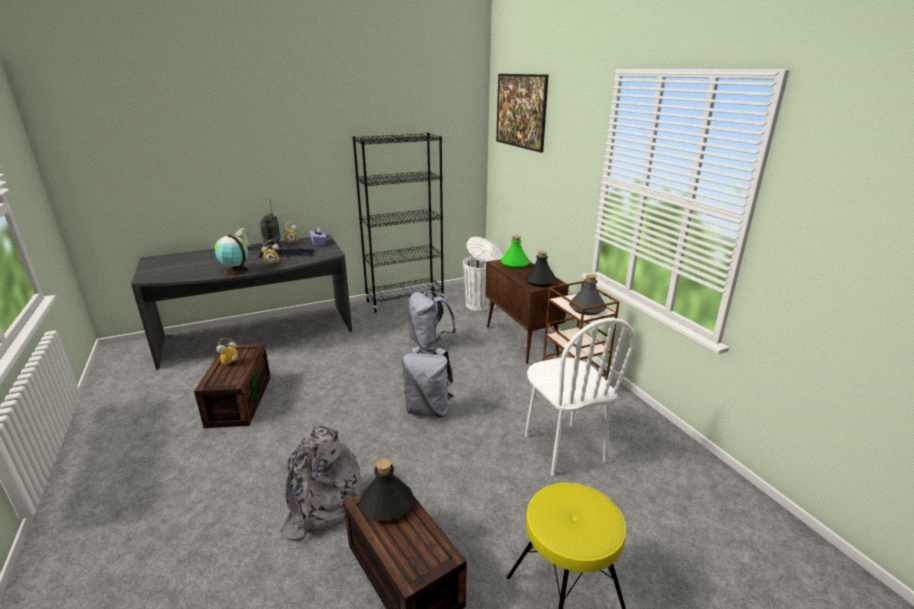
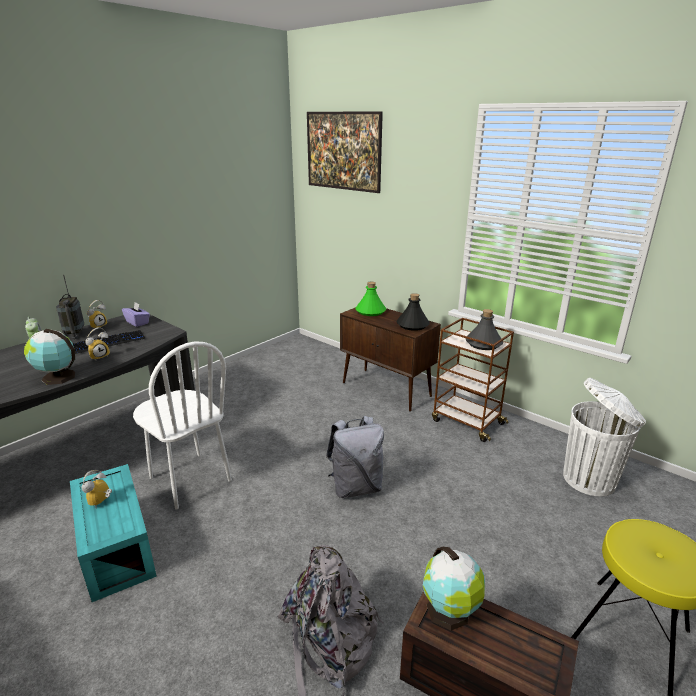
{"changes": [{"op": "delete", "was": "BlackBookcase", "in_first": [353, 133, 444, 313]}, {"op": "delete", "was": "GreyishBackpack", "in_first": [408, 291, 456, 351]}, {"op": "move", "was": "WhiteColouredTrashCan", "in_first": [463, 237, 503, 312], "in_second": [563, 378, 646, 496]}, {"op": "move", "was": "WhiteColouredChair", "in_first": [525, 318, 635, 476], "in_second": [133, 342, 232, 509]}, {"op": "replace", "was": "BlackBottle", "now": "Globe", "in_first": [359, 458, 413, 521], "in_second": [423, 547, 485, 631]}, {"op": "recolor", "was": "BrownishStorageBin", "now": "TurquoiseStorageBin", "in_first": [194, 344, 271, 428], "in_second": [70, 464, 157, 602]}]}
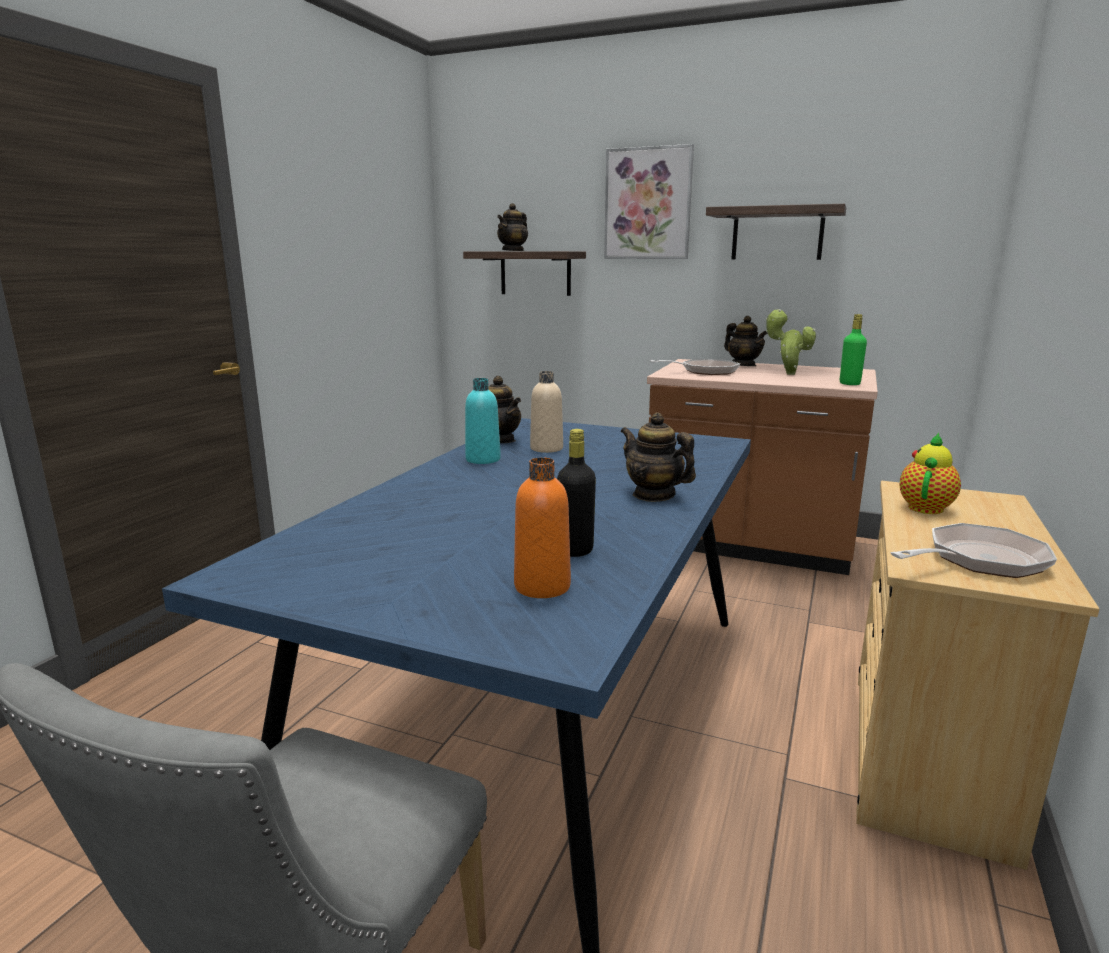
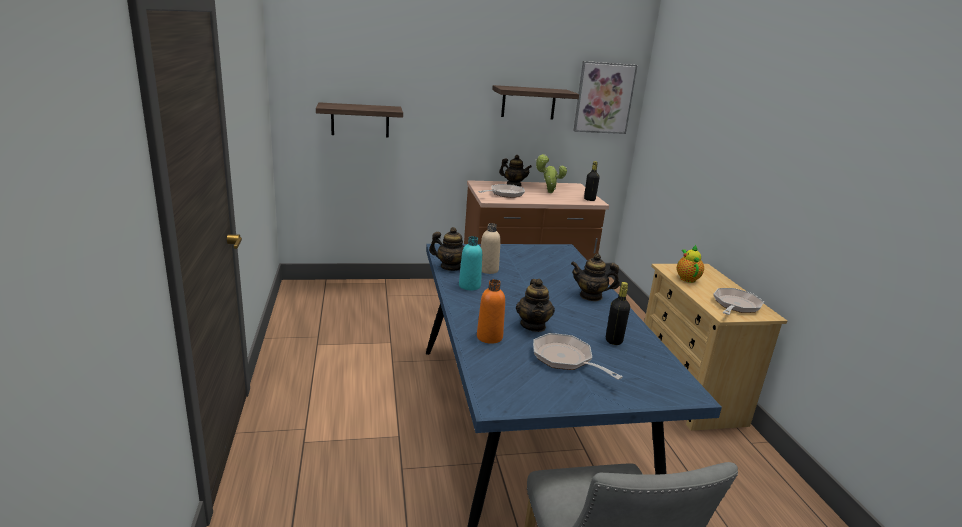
{"changes": [{"op": "insert", "now": "FryingPan", "in_second": [533, 333, 623, 380]}, {"op": "move", "was": "TeaPot", "in_first": [497, 203, 528, 251], "in_second": [516, 279, 555, 332]}, {"op": "move", "was": "OrangeColouredBottle", "in_first": [514, 457, 571, 598], "in_second": [477, 279, 505, 344]}, {"op": "move", "was": "WallArt", "in_first": [604, 144, 694, 259], "in_second": [573, 61, 638, 134]}, {"op": "recolor", "was": "GreenBottle", "now": "BlackBottle", "in_first": [840, 314, 867, 385], "in_second": [584, 161, 600, 201]}]}
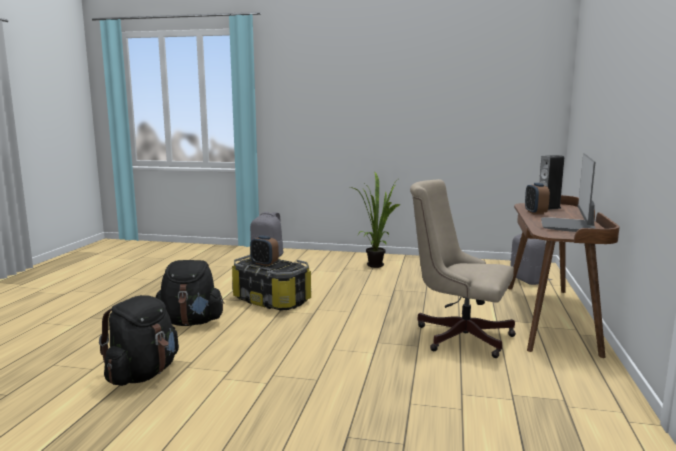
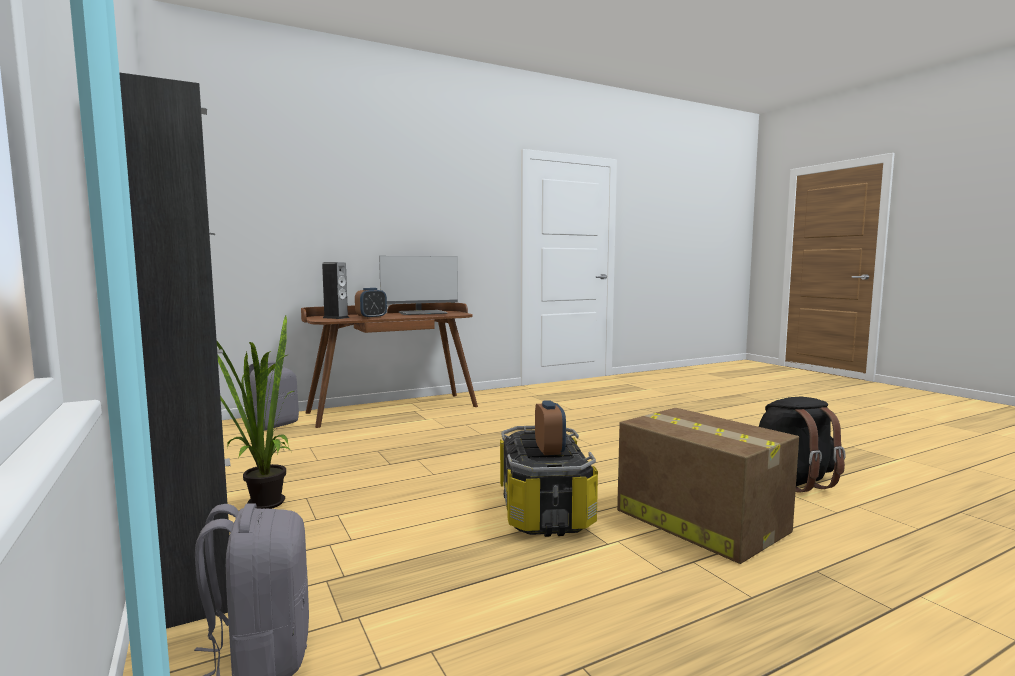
{"changes": [{"op": "delete", "was": "SandColouredComputerChair", "in_first": [410, 179, 516, 358]}, {"op": "insert", "now": "BlackStorageCabinet", "in_second": [119, 72, 231, 629]}, {"op": "replace", "was": "BlackBackpack", "now": "CardboardBox", "in_first": [156, 260, 225, 326], "in_second": [617, 408, 799, 564]}]}
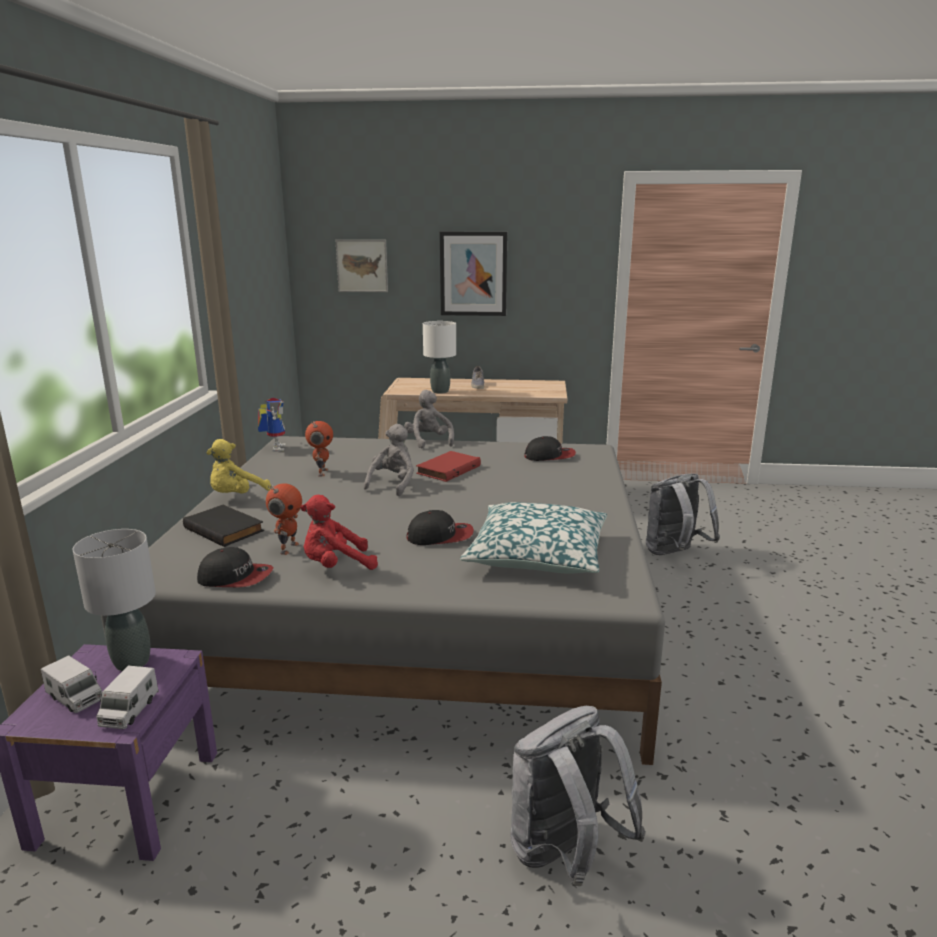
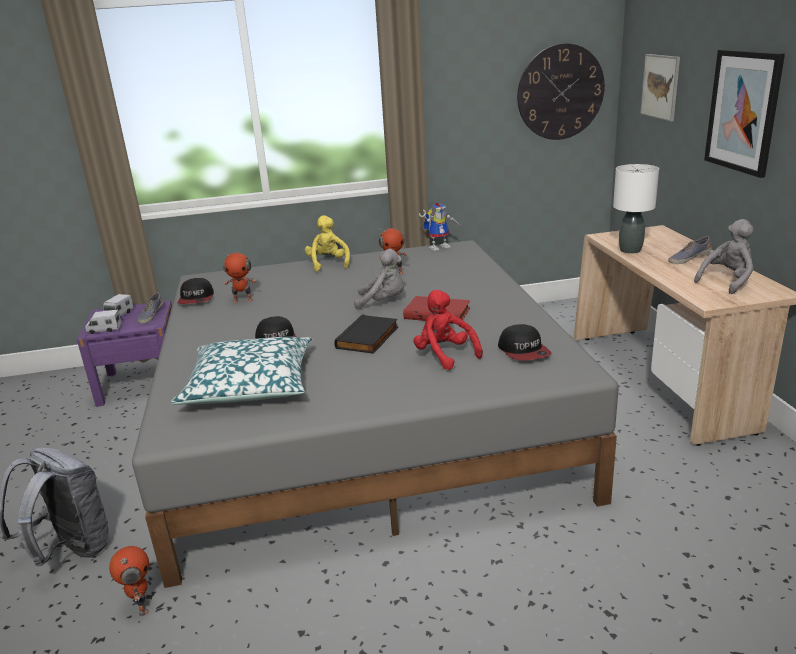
{"changes": [{"op": "delete", "was": "GreyishBackpack", "in_first": [646, 474, 720, 555]}, {"op": "insert", "now": "RobotFigure", "in_second": [109, 546, 149, 616]}, {"op": "insert", "now": "ClockOnTheWall", "in_second": [517, 43, 605, 140]}, {"op": "move", "was": "BlackBook", "in_first": [183, 505, 264, 547], "in_second": [334, 314, 398, 354]}, {"op": "move", "was": "RedColouredPlushToy", "in_first": [300, 495, 378, 570], "in_second": [414, 290, 483, 370]}, {"op": "move", "was": "GreyishPlushToy", "in_first": [404, 390, 454, 449], "in_second": [694, 219, 754, 294]}, {"op": "replace", "was": "GreyishTableLamp", "now": "Shoe", "in_first": [73, 529, 156, 671], "in_second": [138, 292, 164, 324]}, {"op": "rotate", "was": "YellowColouredPlushToy", "in_first": [207, 439, 271, 493], "in_second": [305, 215, 350, 272], "clockwise": 60}]}
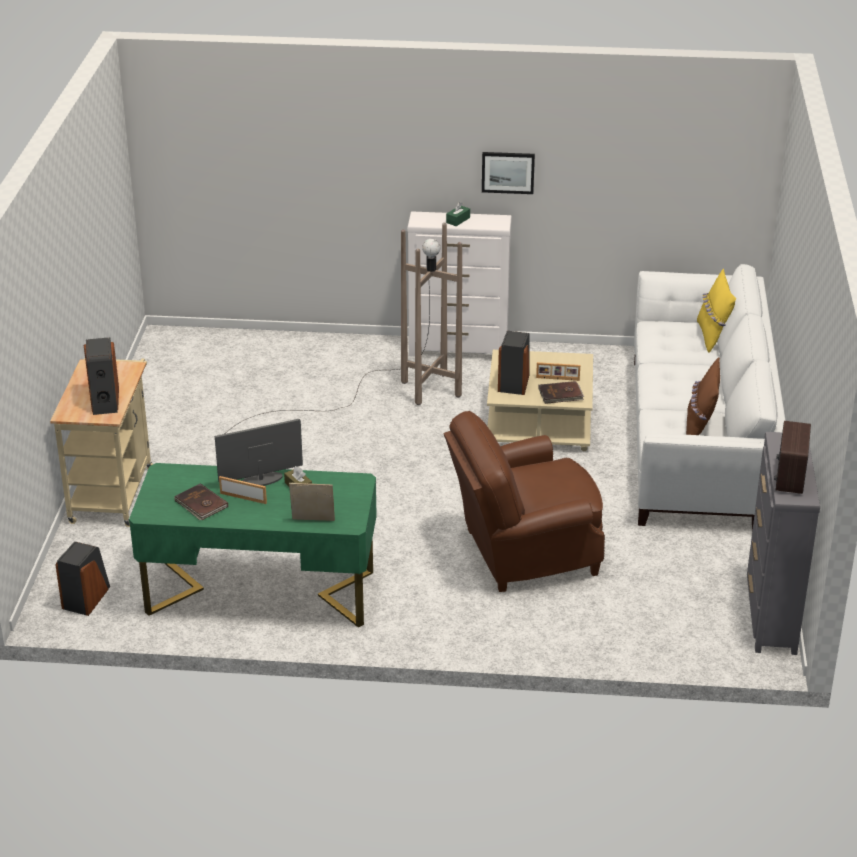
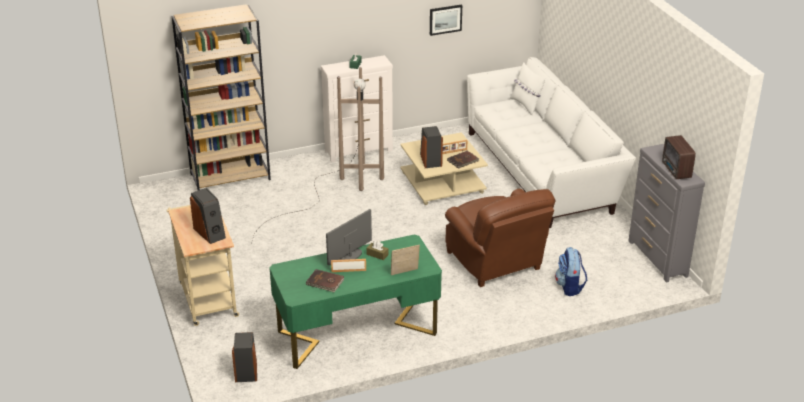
{"changes": [{"op": "delete", "was": "BrownishThrowPillow", "in_first": [686, 357, 720, 435]}, {"op": "insert", "now": "BrownishBookcase", "in_second": [172, 4, 271, 190]}, {"op": "insert", "now": "Backpack", "in_second": [555, 247, 587, 296]}, {"op": "move", "was": "WallArt", "in_first": [482, 152, 535, 194], "in_second": [430, 4, 462, 36]}, {"op": "recolor", "was": "YellowColouredThrowPillow", "now": "WhiteColouredThrowPillow", "in_first": [697, 269, 736, 353], "in_second": [510, 62, 546, 115]}, {"op": "rotate", "was": "BrownishLoungeChair", "in_first": [444, 411, 605, 592], "in_second": [445, 189, 556, 287], "clockwise": -75}]}
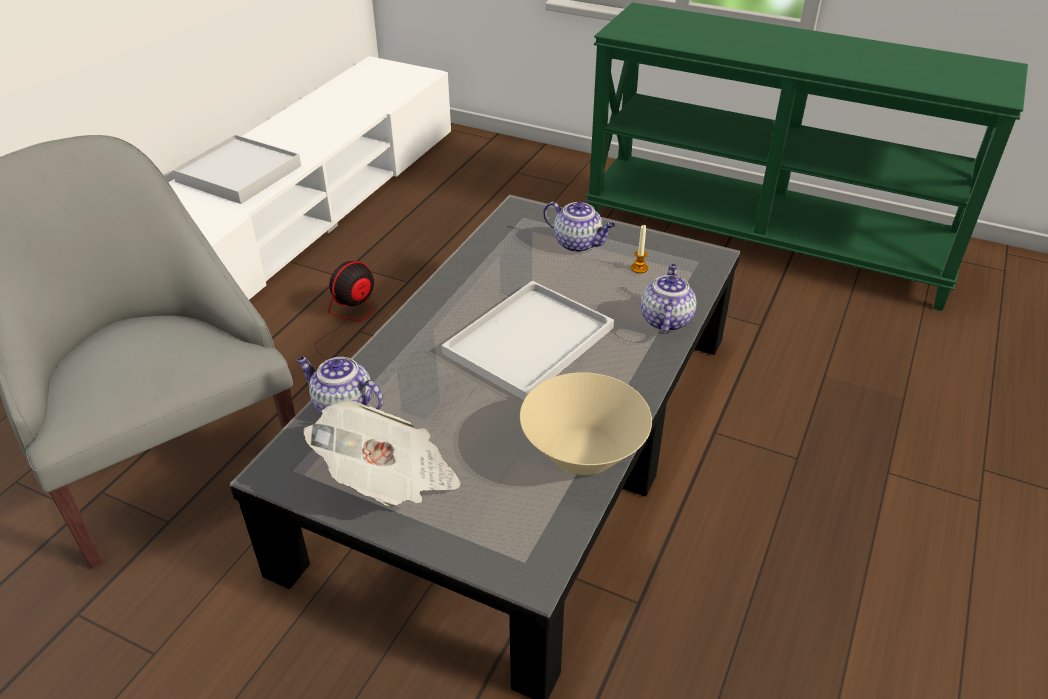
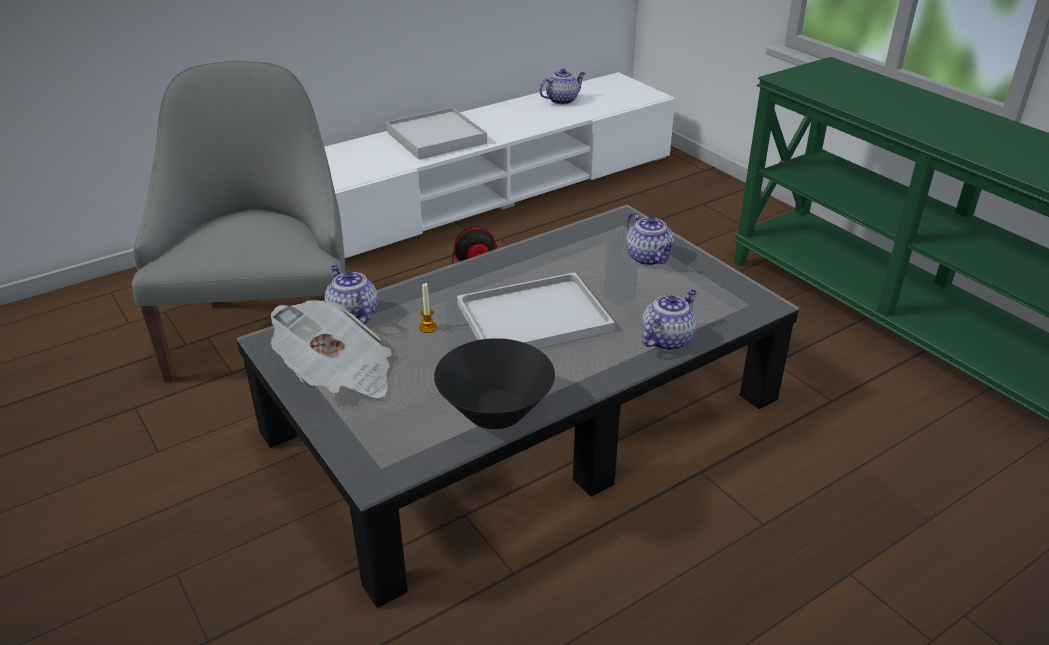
{"changes": [{"op": "insert", "now": "TeaPot", "in_second": [539, 69, 585, 105]}, {"op": "move", "was": "WaxLight", "in_first": [631, 225, 648, 273], "in_second": [419, 283, 437, 333]}, {"op": "recolor", "was": "SandColouredBowl", "now": "BlackBowl", "in_first": [520, 372, 652, 475], "in_second": [434, 338, 555, 429]}]}
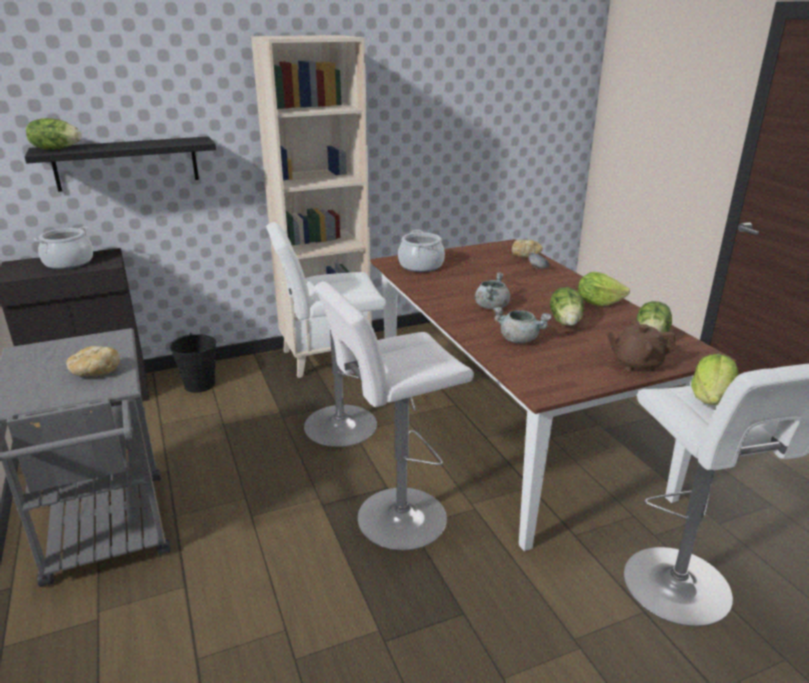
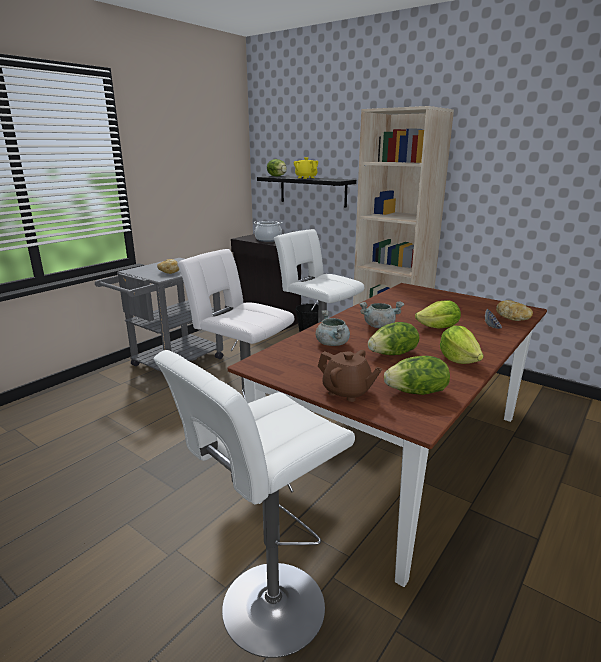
{"changes": [{"op": "delete", "was": "Stockpot", "in_first": [398, 230, 445, 272]}, {"op": "insert", "now": "YellowColouredTeaPot", "in_second": [294, 157, 318, 179]}, {"op": "move", "was": "HeadOfLettuce", "in_first": [691, 354, 739, 405], "in_second": [415, 300, 461, 329]}, {"op": "rotate", "was": "BrownishTeaPot", "in_first": [607, 320, 676, 372], "in_second": [318, 350, 382, 402], "clockwise": 150}]}
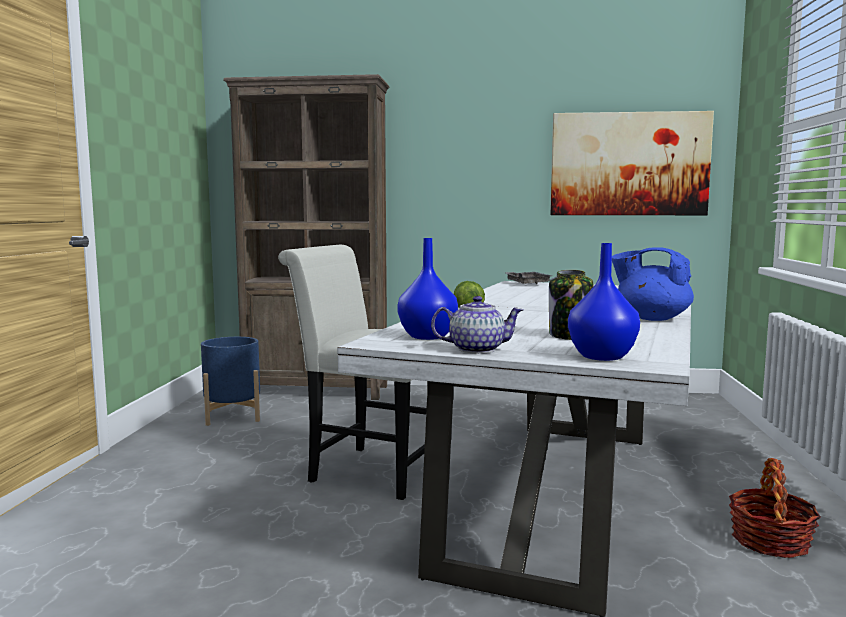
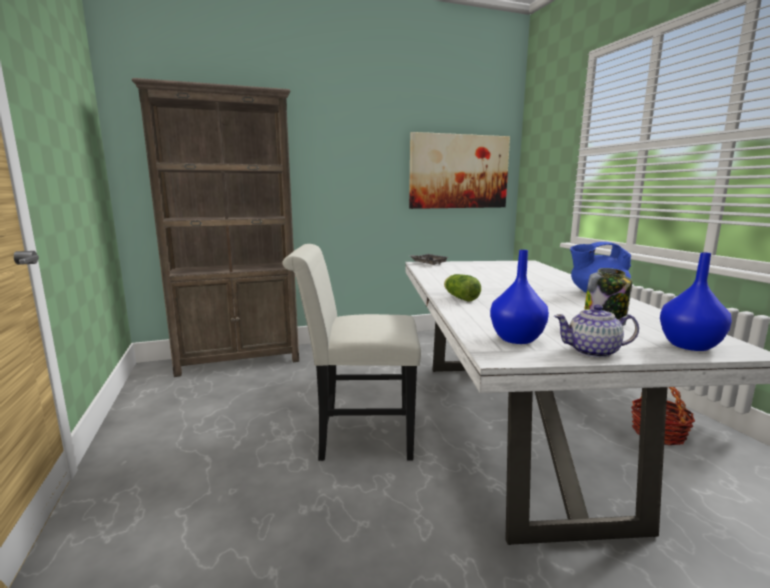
{"changes": [{"op": "delete", "was": "BlueColouredFlowerPot", "in_first": [201, 337, 260, 426]}, {"op": "rotate", "was": "TeaPot", "in_first": [431, 296, 523, 354], "in_second": [554, 304, 639, 358], "clockwise": -150}]}
